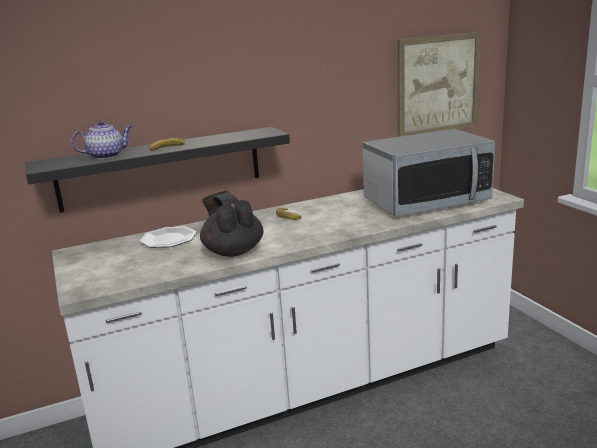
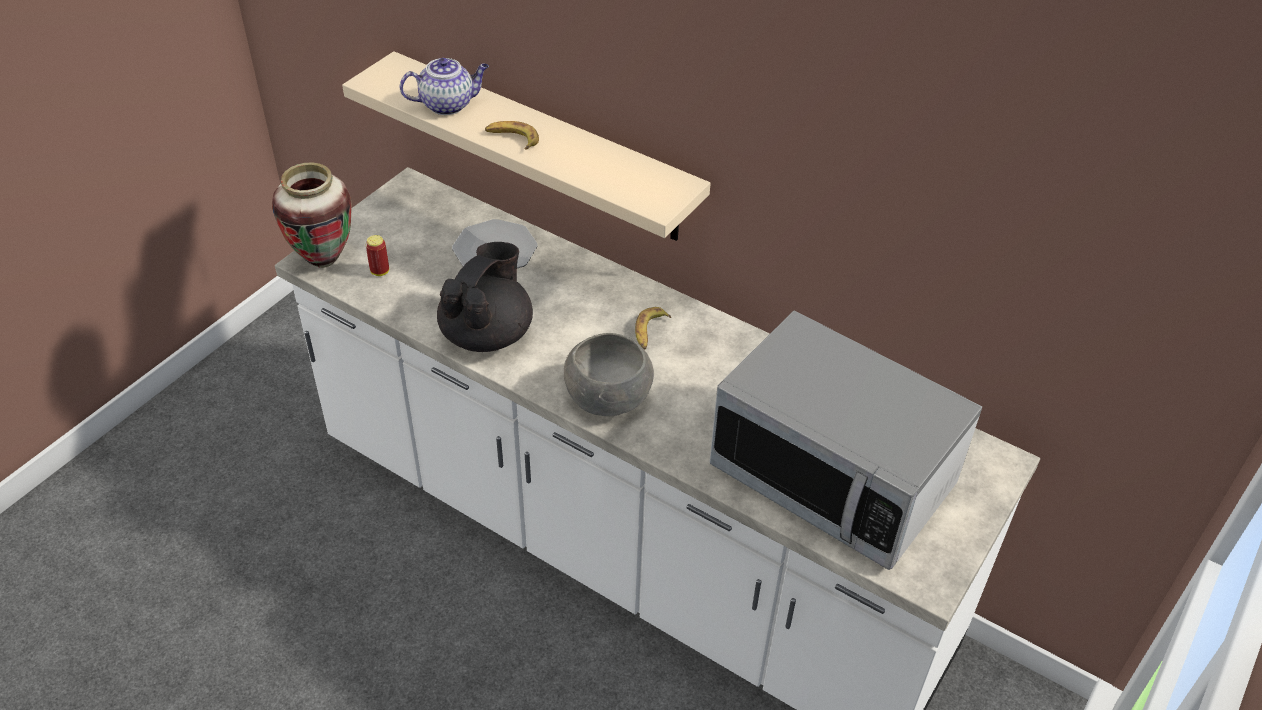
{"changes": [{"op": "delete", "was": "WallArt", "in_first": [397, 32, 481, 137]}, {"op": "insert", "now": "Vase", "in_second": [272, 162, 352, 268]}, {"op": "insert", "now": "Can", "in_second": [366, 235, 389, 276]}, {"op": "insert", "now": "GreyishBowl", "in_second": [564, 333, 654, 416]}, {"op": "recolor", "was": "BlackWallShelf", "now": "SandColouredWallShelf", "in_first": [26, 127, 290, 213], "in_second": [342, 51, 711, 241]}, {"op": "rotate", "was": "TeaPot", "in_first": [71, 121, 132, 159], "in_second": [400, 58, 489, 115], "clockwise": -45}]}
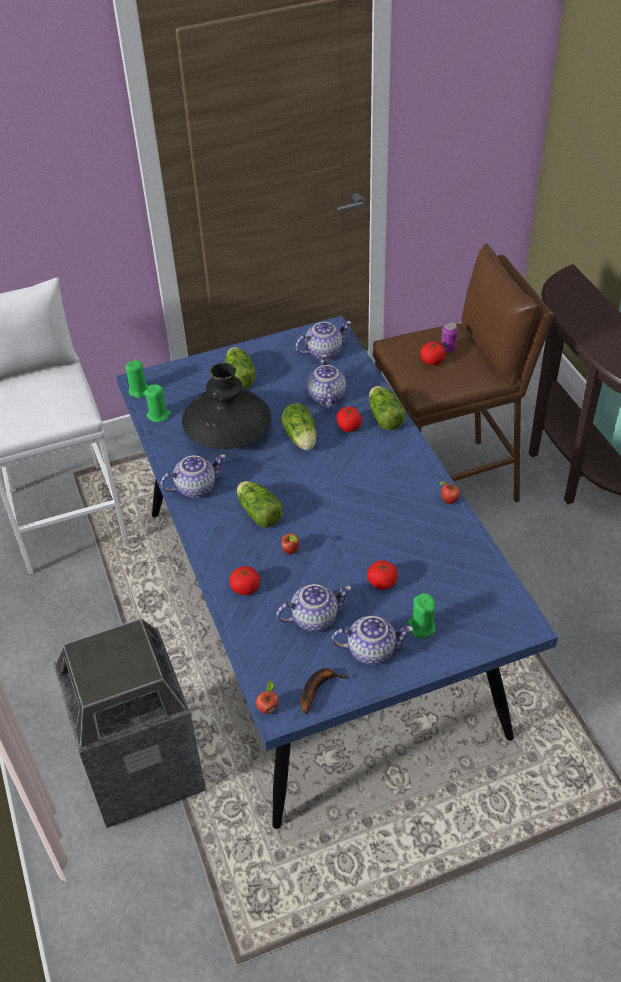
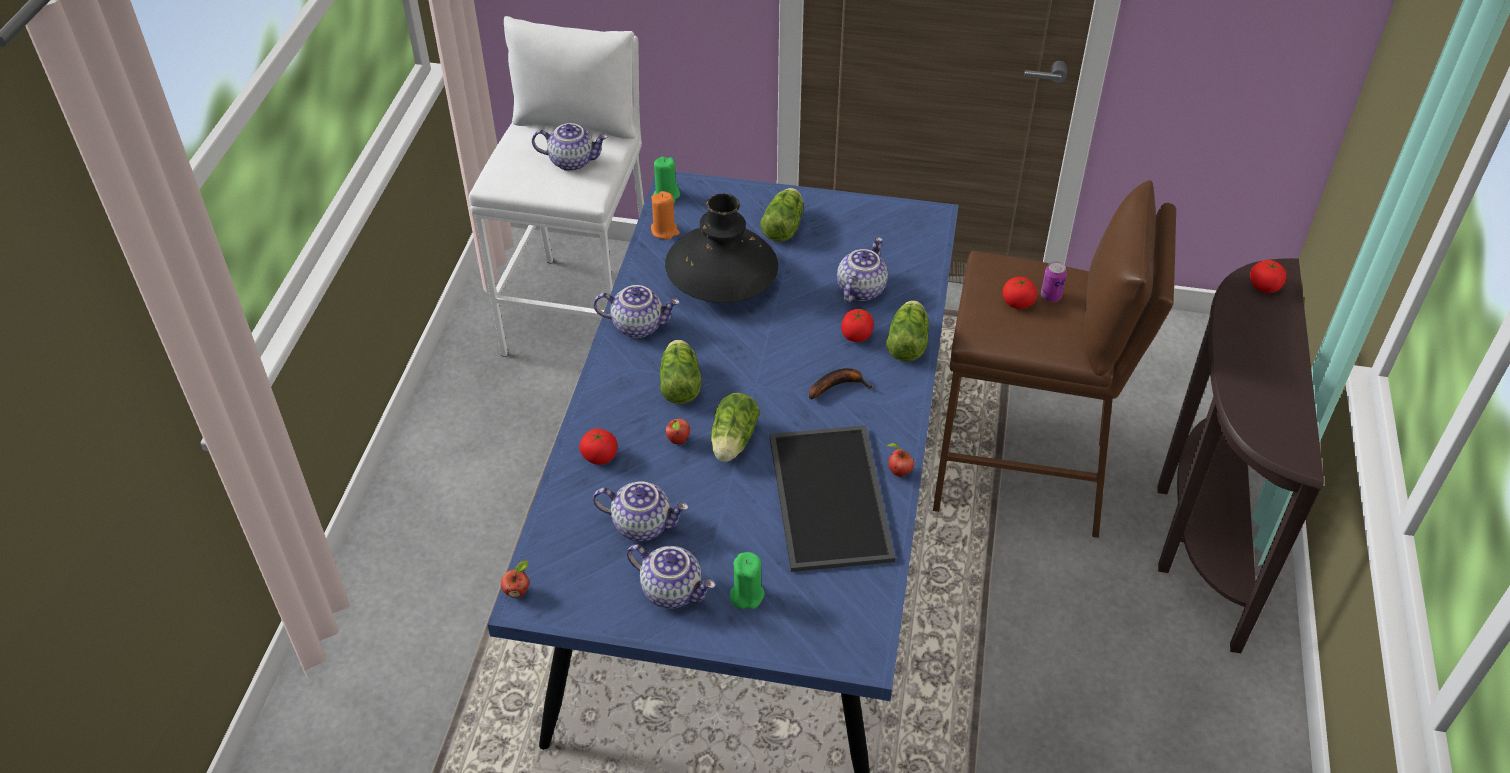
{"changes": [{"op": "delete", "was": "TrashCan", "in_first": [53, 618, 206, 828]}, {"op": "insert", "now": "ServingTray", "in_second": [769, 425, 895, 572]}, {"op": "move", "was": "HeadOfLettuce", "in_first": [282, 403, 317, 450], "in_second": [711, 393, 760, 462]}, {"op": "move", "was": "TeaPot", "in_first": [296, 321, 352, 360], "in_second": [532, 123, 608, 171]}, {"op": "move", "was": "WholeBanana", "in_first": [301, 668, 347, 714], "in_second": [809, 368, 872, 399]}, {"op": "move", "was": "FreshTomato", "in_first": [367, 560, 398, 590], "in_second": [1250, 260, 1287, 293]}, {"op": "recolor", "was": "GreenWaxLight", "now": "OrangeColouredWaxLight", "in_first": [144, 384, 171, 422], "in_second": [651, 191, 680, 240]}]}
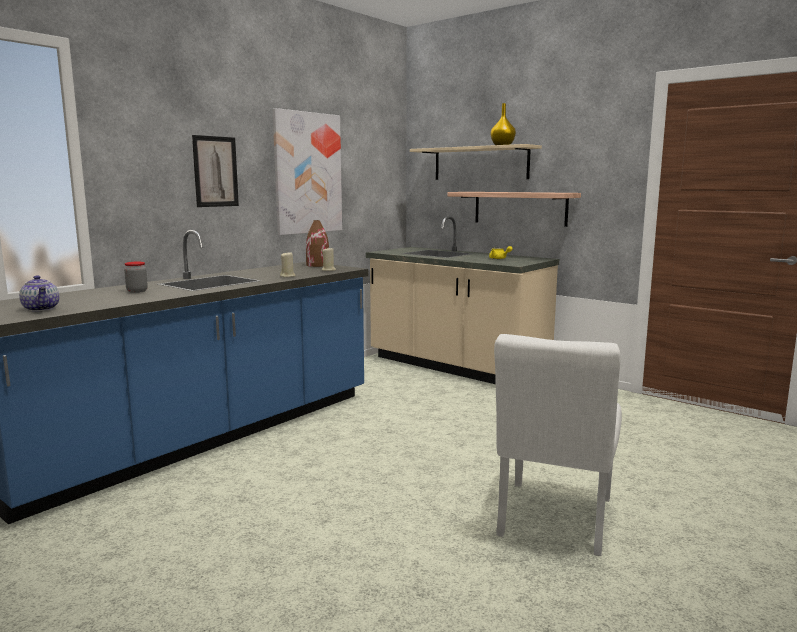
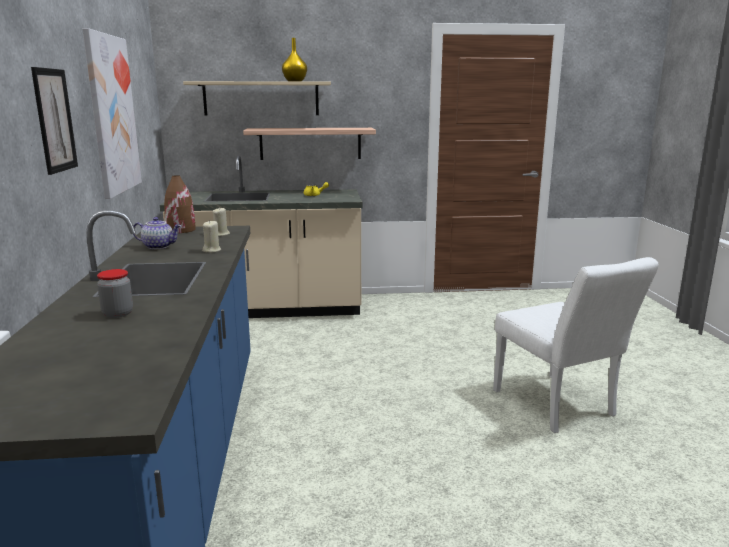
{"changes": [{"op": "move", "was": "TeaPot", "in_first": [19, 275, 59, 311], "in_second": [133, 217, 181, 249]}]}
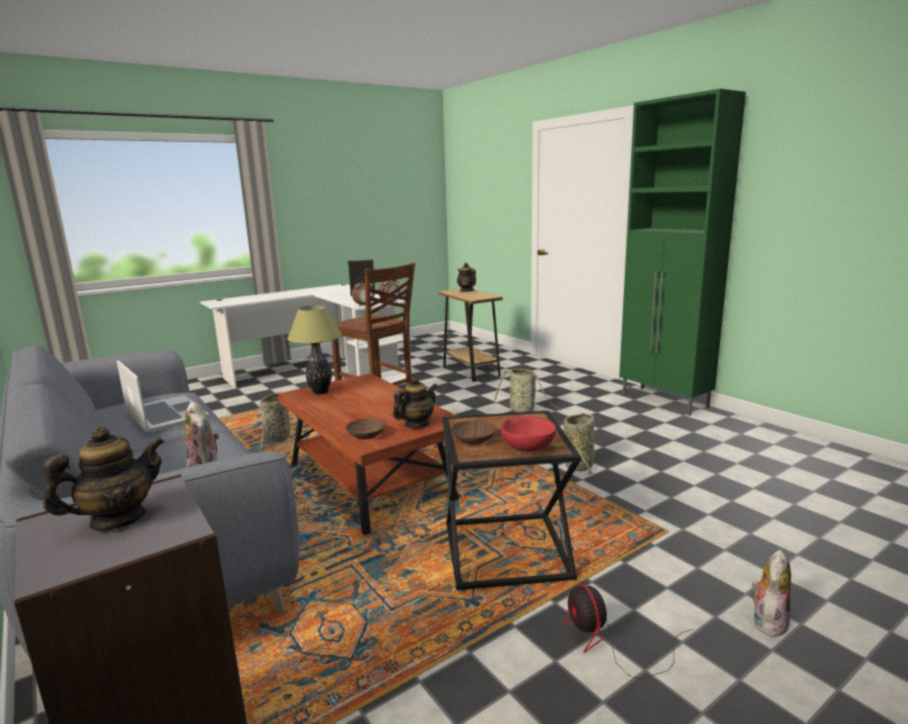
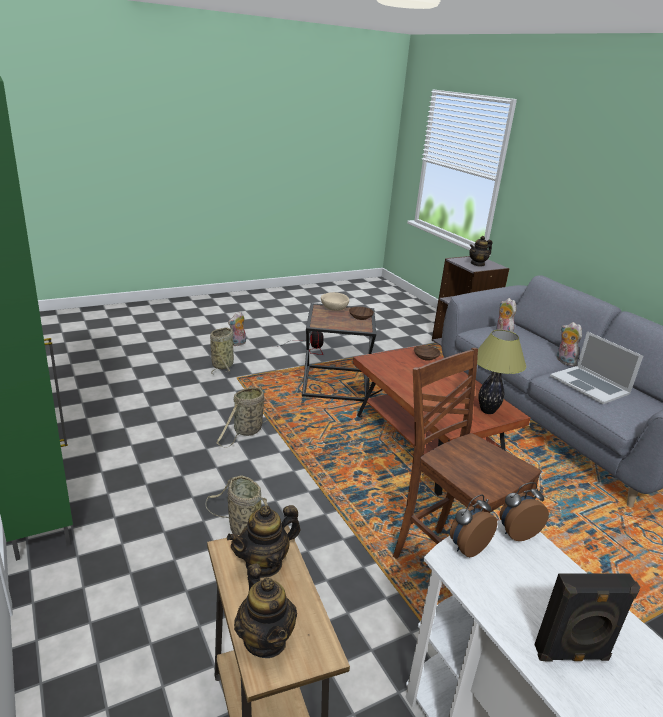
{"changes": [{"op": "insert", "now": "PlushToy", "in_second": [557, 322, 582, 366]}, {"op": "move", "was": "StorageBasket", "in_first": [260, 392, 290, 452], "in_second": [210, 328, 235, 373]}, {"op": "move", "was": "TeaPot", "in_first": [393, 376, 437, 428], "in_second": [227, 505, 300, 578]}, {"op": "recolor", "was": "RedColouredBowl", "now": "SandColouredBowl", "in_first": [500, 416, 556, 452], "in_second": [321, 292, 349, 311]}]}
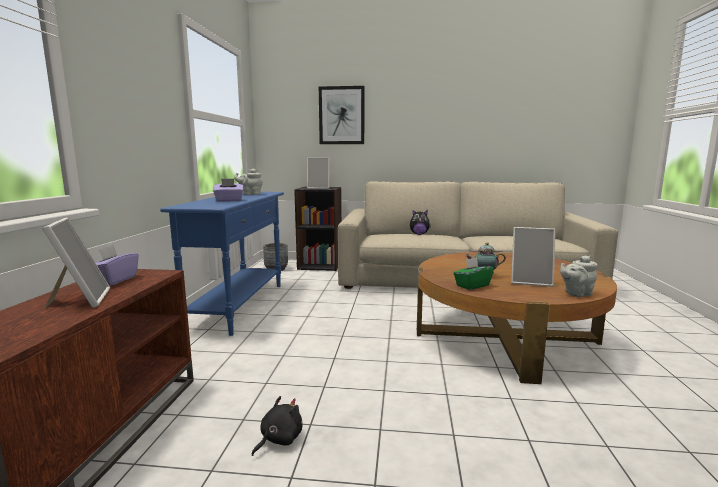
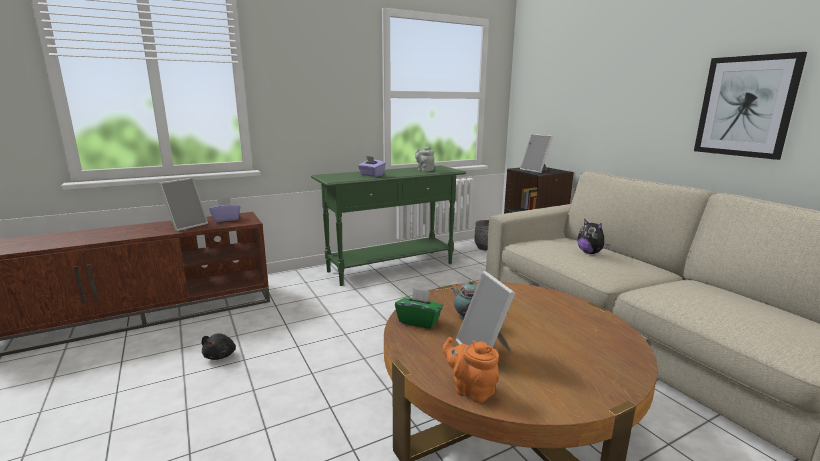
{"changes": [{"op": "move", "was": "WallArt", "in_first": [319, 86, 364, 144], "in_second": [694, 52, 807, 160]}, {"op": "recolor", "was": "BlueColouredNarrowTable", "now": "GreenNarrowTable", "in_first": [160, 192, 284, 336], "in_second": [311, 165, 466, 286]}, {"op": "recolor", "was": "GreyishTeaPot", "now": "OrangeColouredTeaPot", "in_first": [560, 255, 598, 297], "in_second": [443, 337, 499, 403]}, {"op": "rotate", "was": "BlackPlushToy", "in_first": [252, 396, 302, 456], "in_second": [202, 333, 236, 360], "clockwise": 90}]}
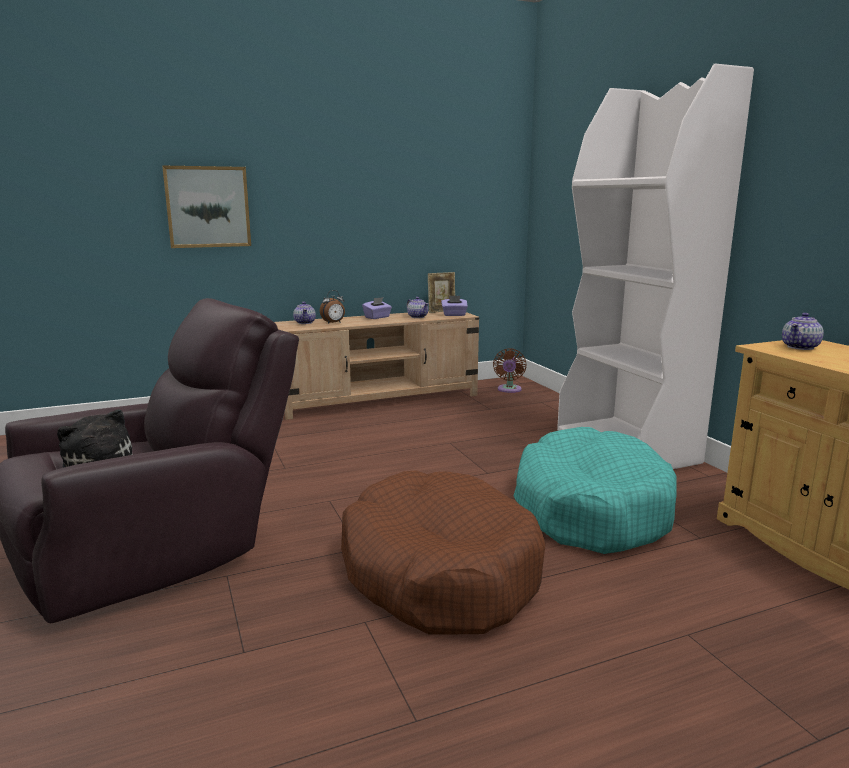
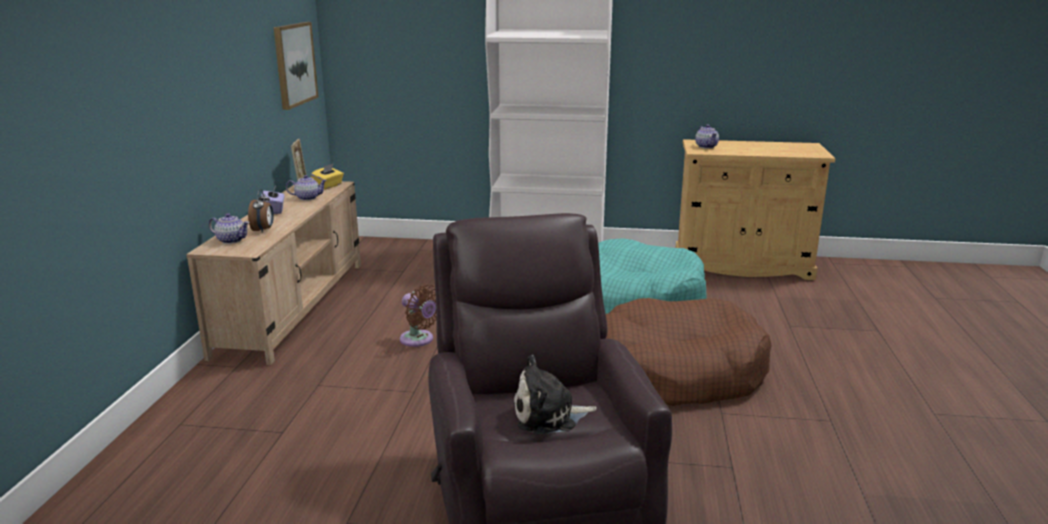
{"changes": [{"op": "move", "was": "WallArt", "in_first": [162, 166, 251, 248], "in_second": [273, 22, 318, 110]}, {"op": "move", "was": "BrownishFan", "in_first": [493, 348, 526, 393], "in_second": [400, 285, 437, 347]}, {"op": "recolor", "was": "PurpleTissueBox", "now": "YellowColouredTissueBox", "in_first": [441, 295, 468, 316], "in_second": [311, 163, 344, 189]}]}
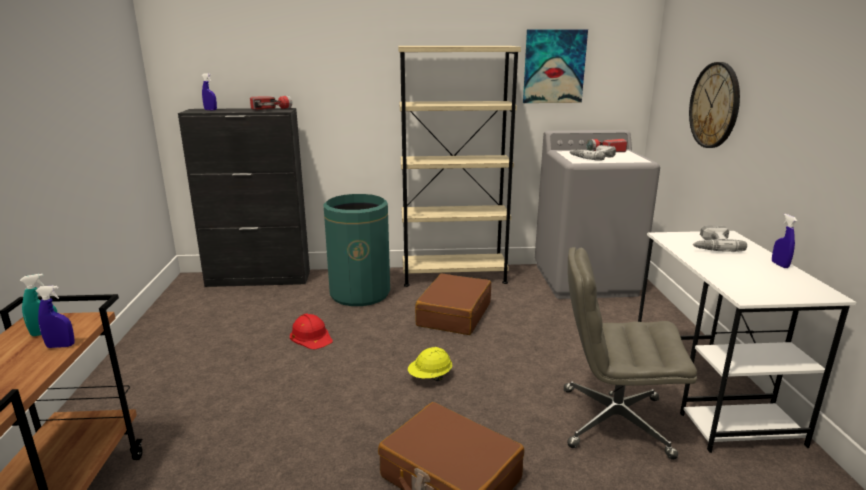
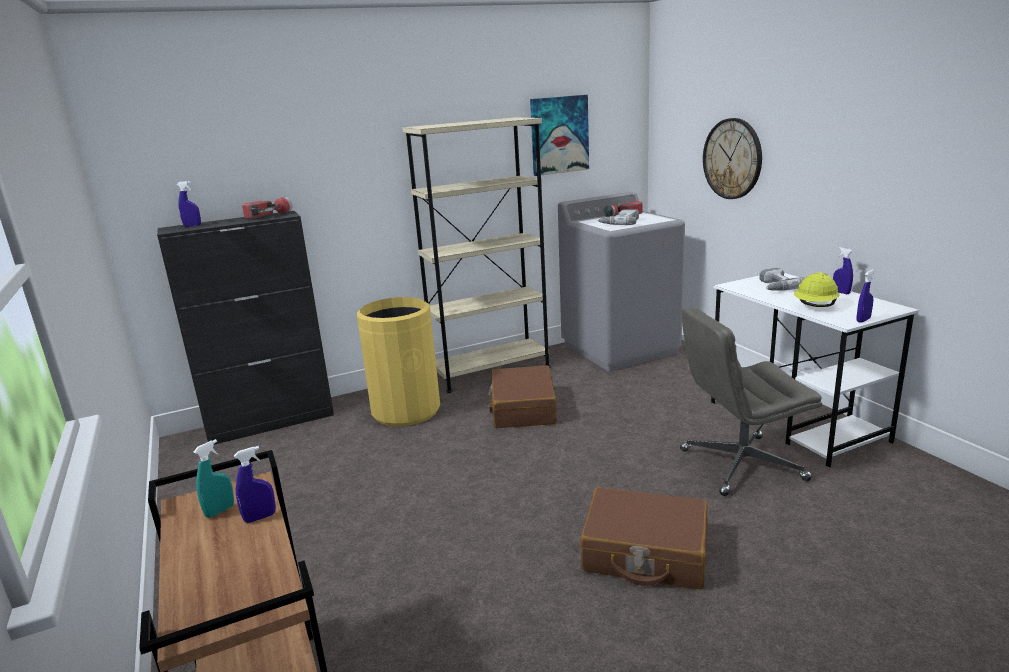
{"changes": [{"op": "delete", "was": "RedColouredSafetyHelmet", "in_first": [290, 313, 333, 349]}, {"op": "insert", "now": "BlueColouredSprayBottle", "in_second": [857, 269, 875, 323]}, {"op": "move", "was": "YellowColouredSafetyHelmet", "in_first": [408, 347, 453, 381], "in_second": [794, 272, 840, 307]}, {"op": "recolor", "was": "GreenTrashCan", "now": "YellowColouredTrashCan", "in_first": [324, 194, 390, 306], "in_second": [357, 297, 440, 426]}]}
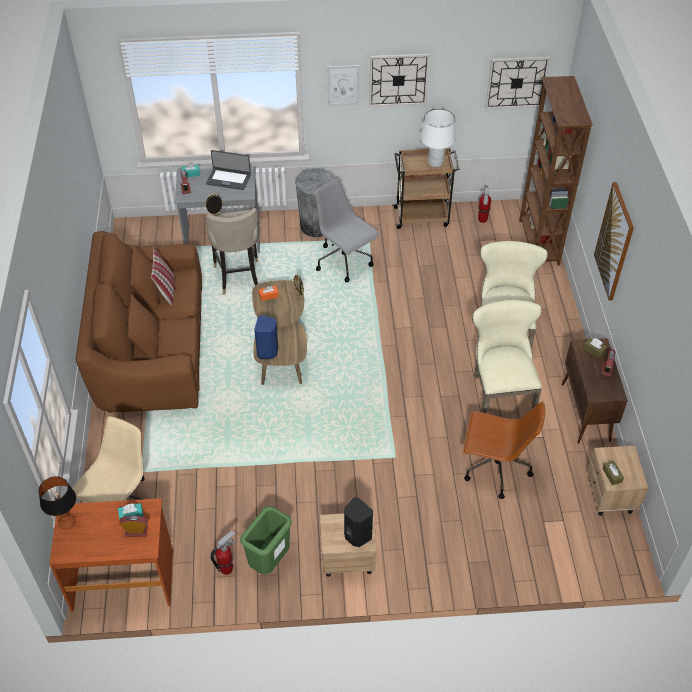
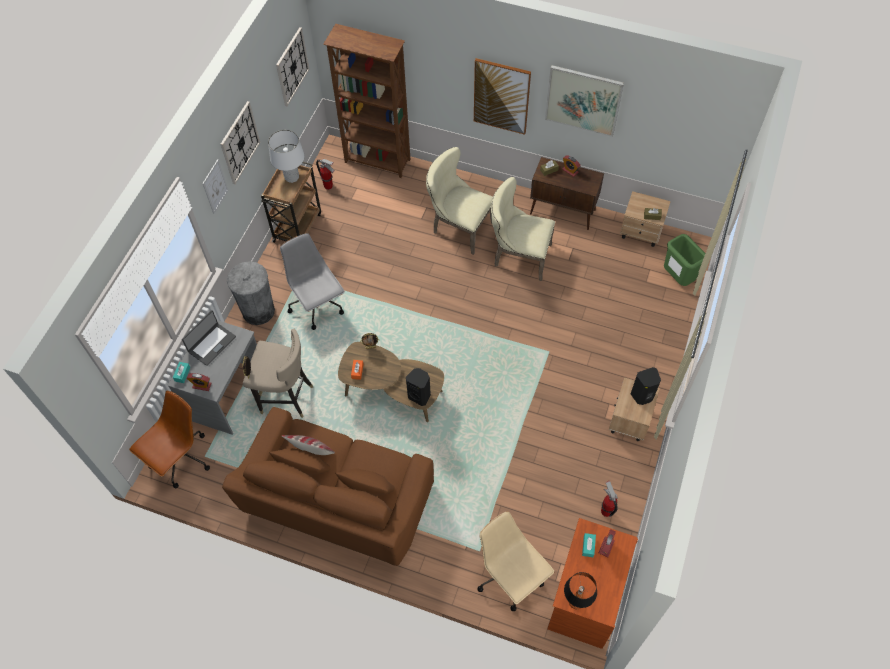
{"changes": [{"op": "insert", "now": "WallArt", "in_second": [545, 65, 624, 137]}, {"op": "move", "was": "GreenTrashCan", "in_first": [240, 506, 292, 574], "in_second": [664, 234, 705, 286]}, {"op": "move", "was": "BrownishComputerChair", "in_first": [463, 401, 545, 499], "in_second": [129, 391, 210, 489]}, {"op": "recolor", "was": "BlueColouredAudioSpeaker", "now": "BlackAudioSpeaker", "in_first": [254, 315, 278, 359], "in_second": [406, 368, 431, 406]}, {"op": "rotate", "was": "GreyishComputerChair", "in_first": [315, 178, 380, 282], "in_second": [280, 233, 345, 330], "clockwise": 75}]}
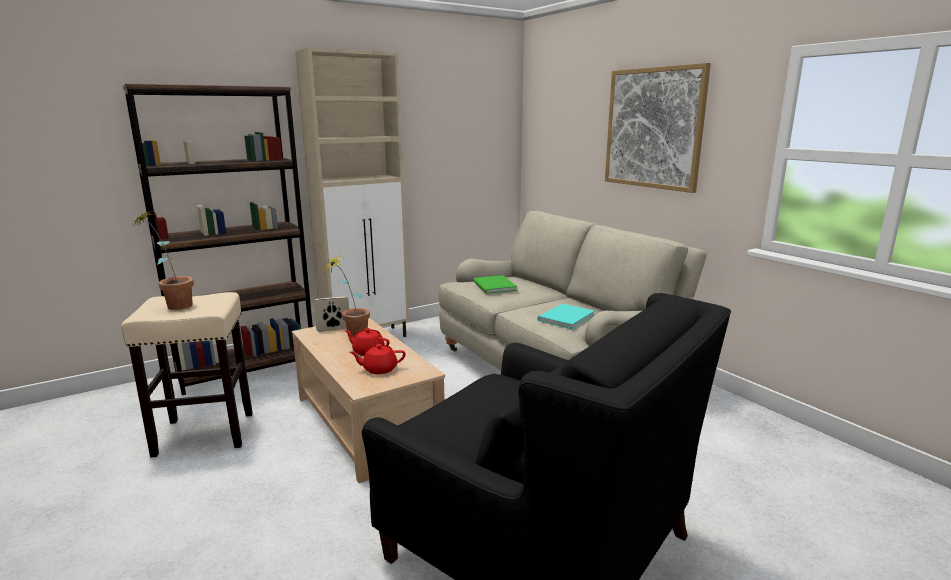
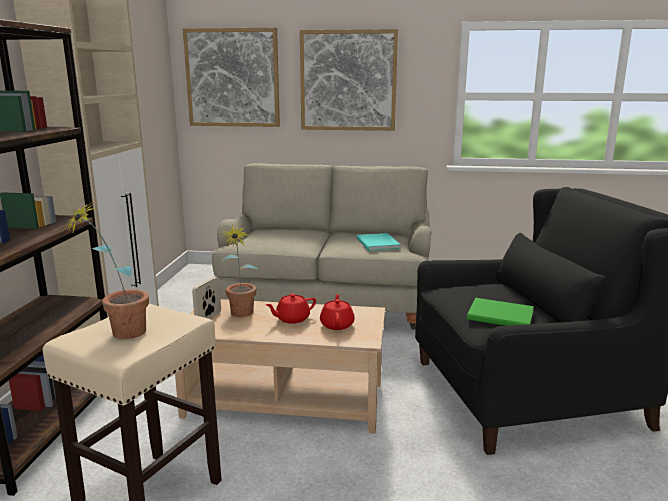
{"changes": [{"op": "insert", "now": "WallArt", "in_second": [183, 28, 280, 127]}, {"op": "move", "was": "GreenBook", "in_first": [473, 275, 517, 294], "in_second": [467, 298, 534, 326]}, {"op": "rotate", "was": "RedColouredTeaPot", "in_first": [349, 344, 406, 374], "in_second": [320, 294, 355, 330], "clockwise": 150}]}
